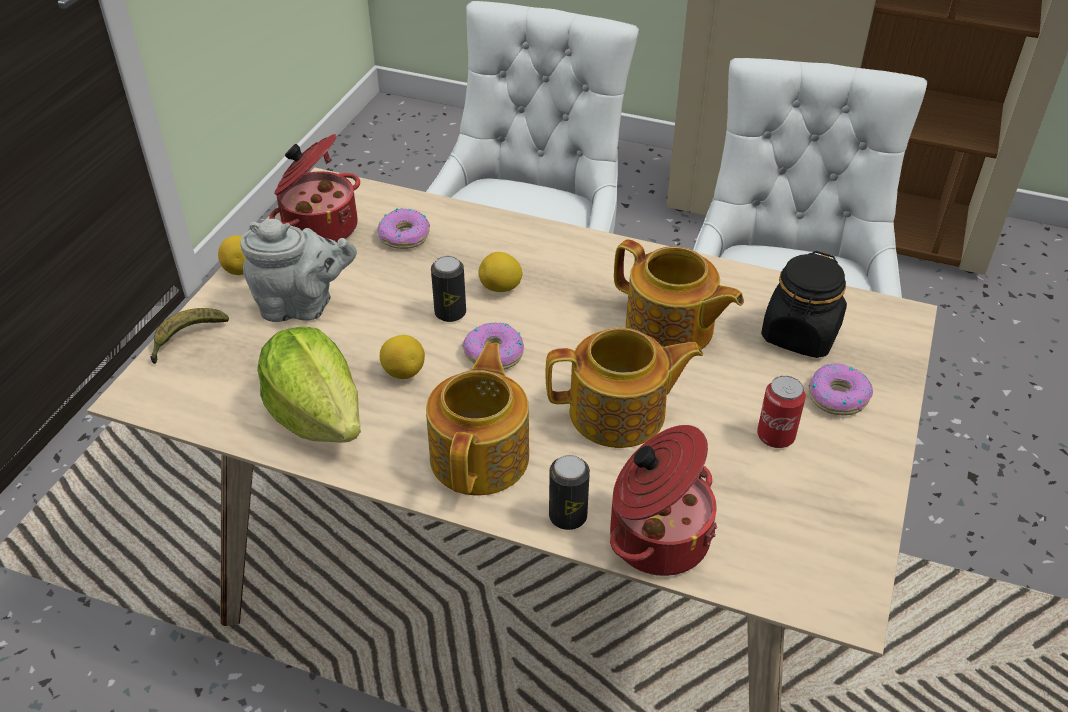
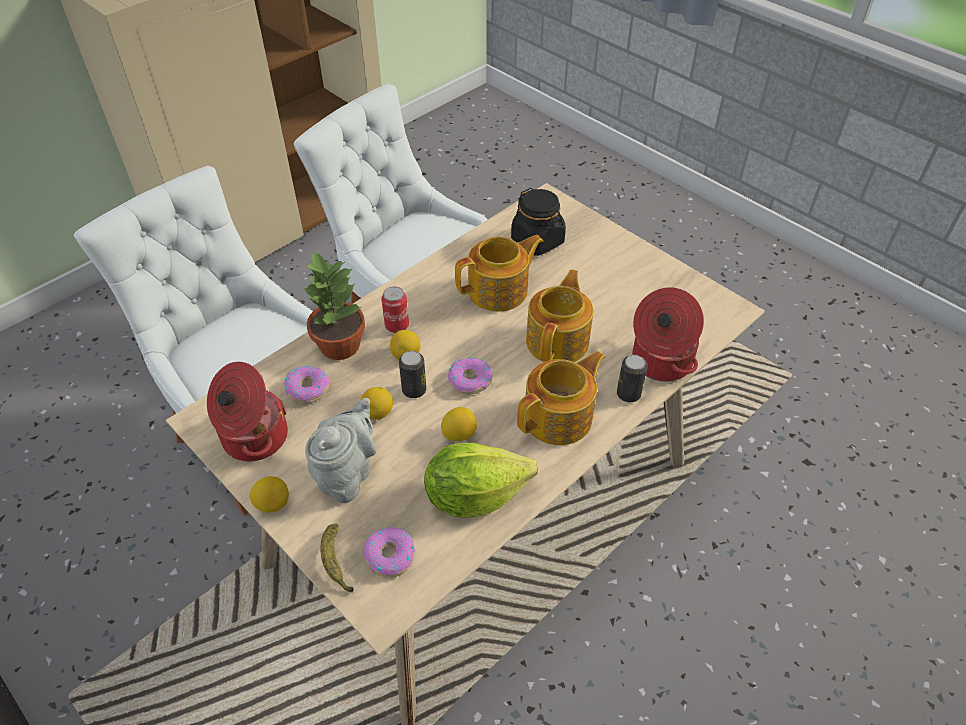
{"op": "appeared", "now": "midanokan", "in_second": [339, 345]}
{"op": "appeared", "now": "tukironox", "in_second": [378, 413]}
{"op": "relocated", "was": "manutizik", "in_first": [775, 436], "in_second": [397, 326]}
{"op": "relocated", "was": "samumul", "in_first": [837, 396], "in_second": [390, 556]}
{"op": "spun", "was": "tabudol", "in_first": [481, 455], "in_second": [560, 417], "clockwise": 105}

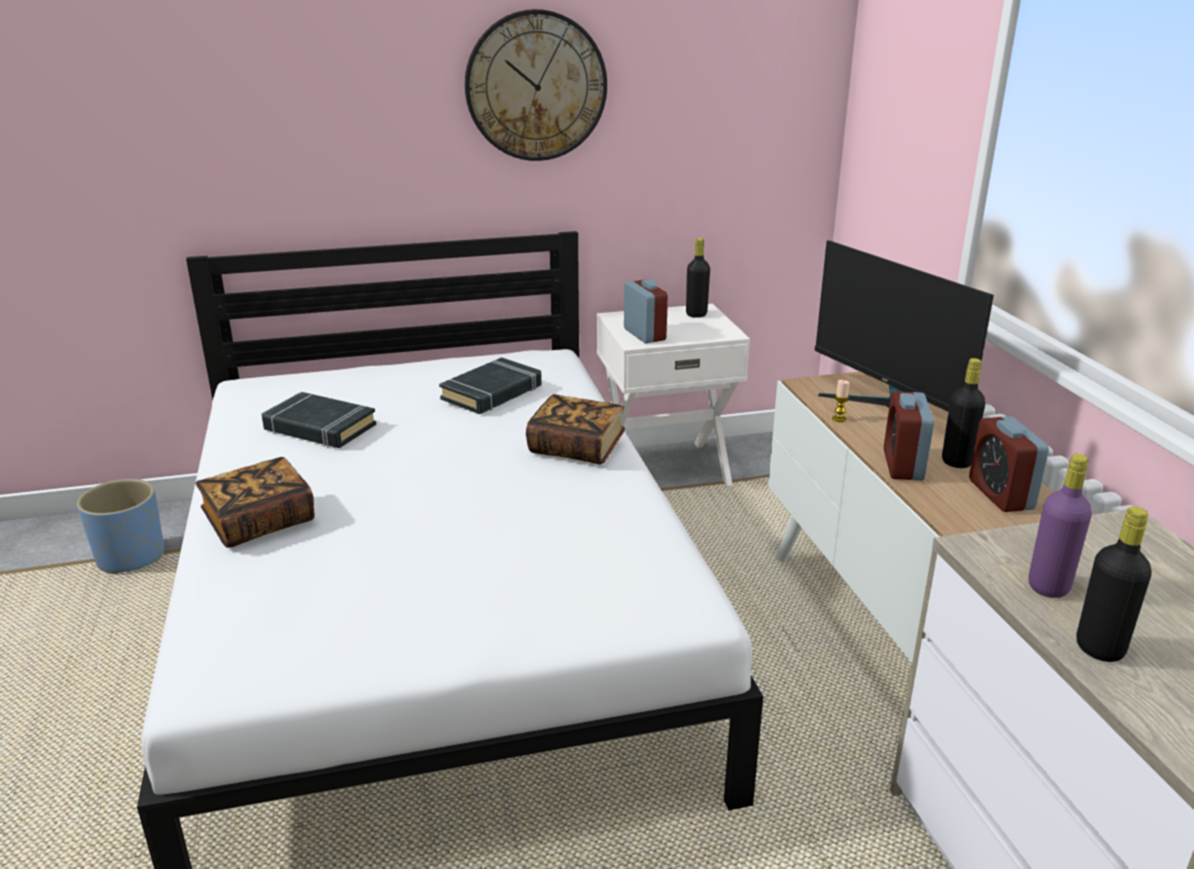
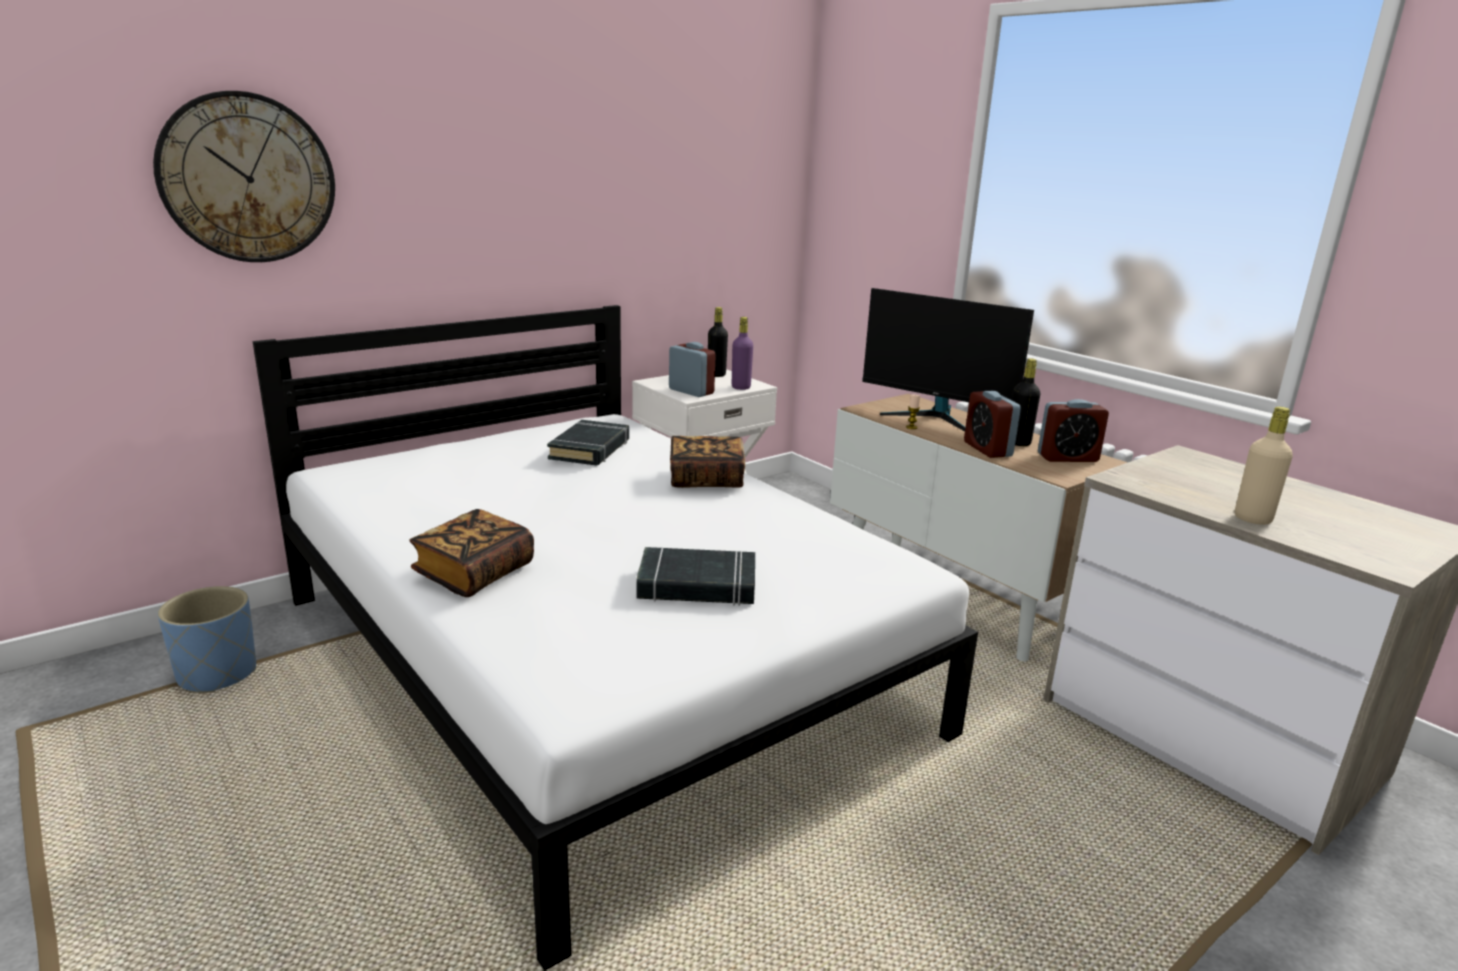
{"op": "relocated", "was": "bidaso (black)", "in_first": [319, 428], "in_second": [697, 585]}
{"op": "relocated", "was": "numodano", "in_first": [536, 86], "in_second": [248, 178]}
{"op": "relocated", "was": "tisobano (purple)", "in_first": [1048, 587], "in_second": [741, 387]}
{"op": "colour", "was": "tisobano (black)", "now": "tisobano (beige)", "in_first": [1099, 648], "in_second": [1252, 519]}
{"op": "spun", "was": "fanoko", "in_first": [1000, 495], "in_second": [1067, 458], "clockwise": -60}

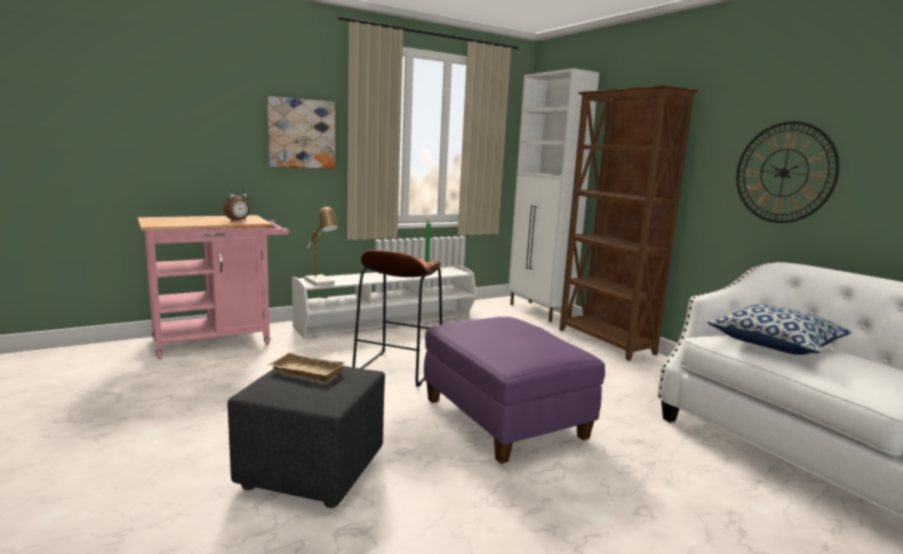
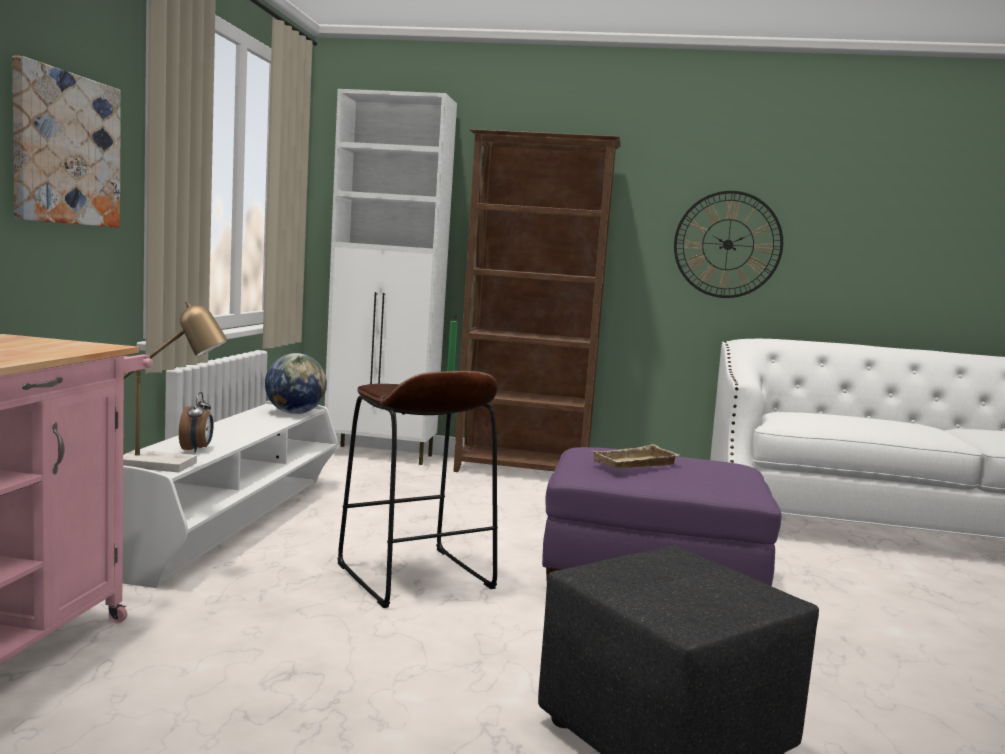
{"op": "missing", "was": "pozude", "in_first": [775, 345]}
{"op": "appeared", "now": "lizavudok", "in_second": [295, 413]}
{"op": "relocated", "was": "fanoko", "in_first": [238, 220], "in_second": [197, 450]}
{"op": "relocated", "was": "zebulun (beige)", "in_first": [305, 372], "in_second": [635, 464]}

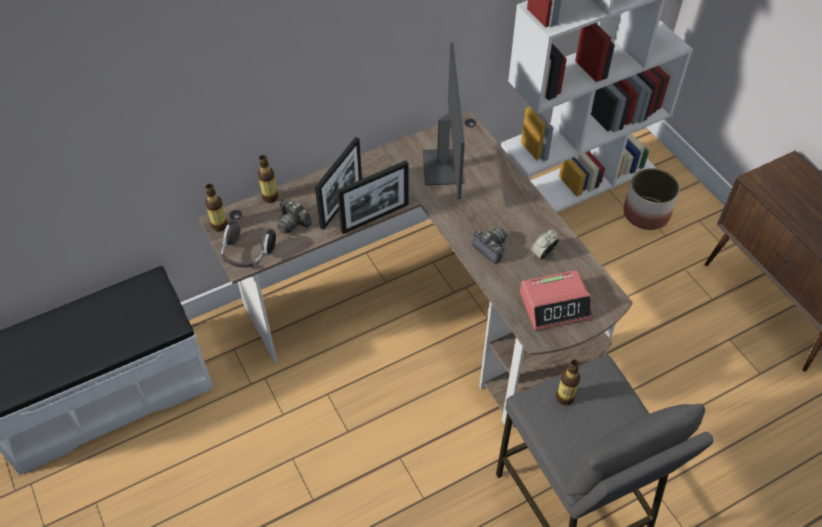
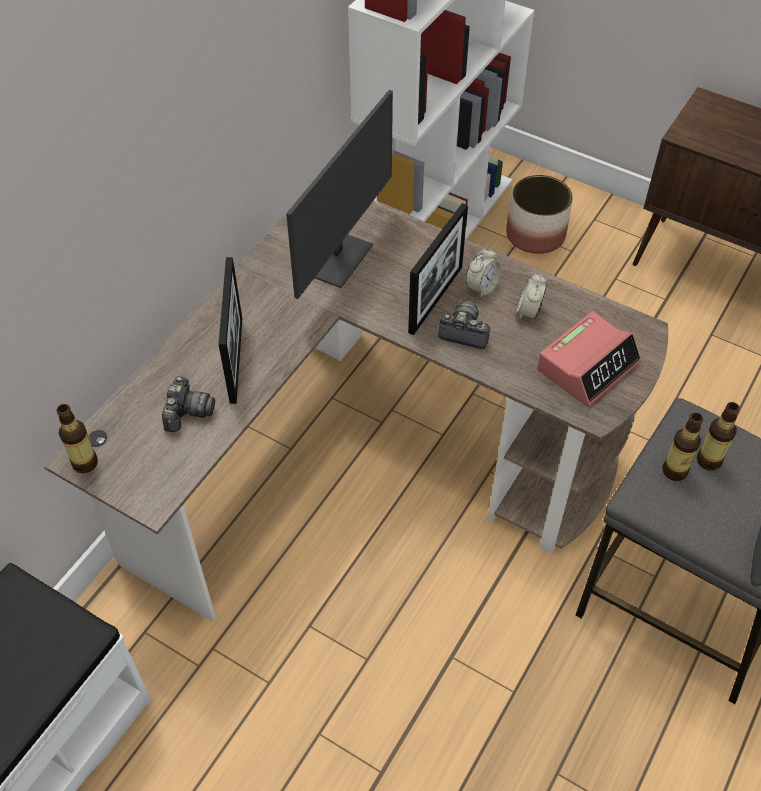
{"op": "missing", "was": "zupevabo", "in_first": [247, 254]}
{"op": "appeared", "now": "fanoko", "in_second": [482, 287]}
{"op": "relocated", "was": "tisobano", "in_first": [270, 197], "in_second": [708, 460]}
{"op": "relocated", "was": "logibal", "in_first": [375, 217], "in_second": [435, 299]}
{"op": "spun", "was": "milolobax", "in_first": [293, 222], "in_second": [187, 412], "clockwise": -90}
{"op": "spun", "was": "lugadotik", "in_first": [444, 166], "in_second": [336, 258], "clockwise": 60}

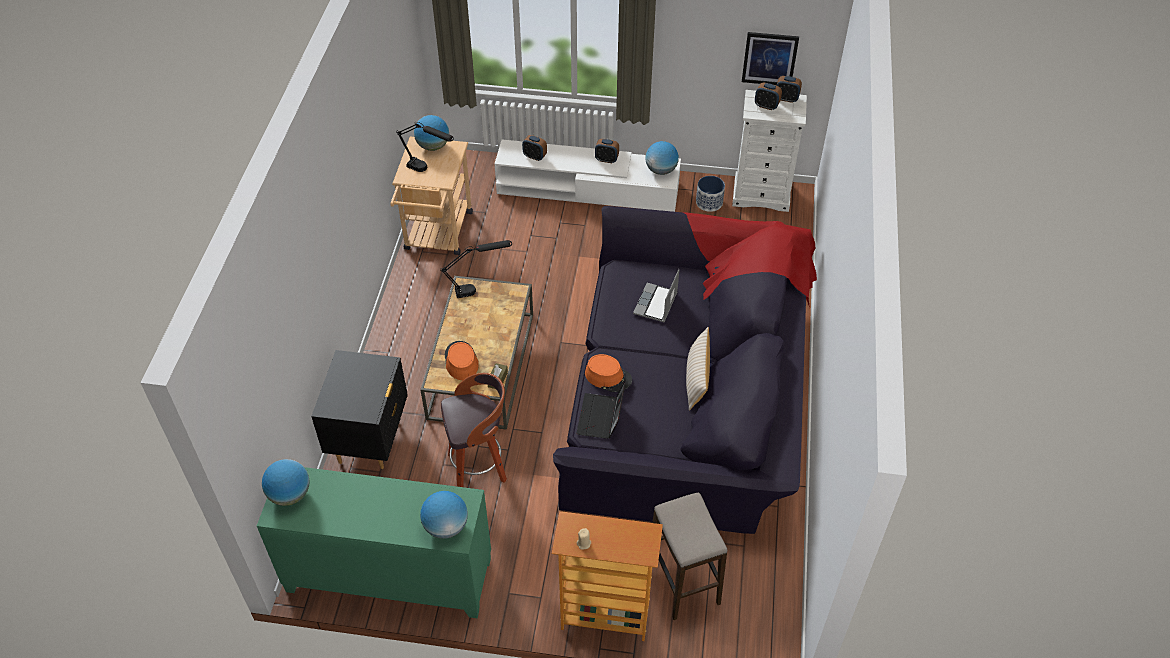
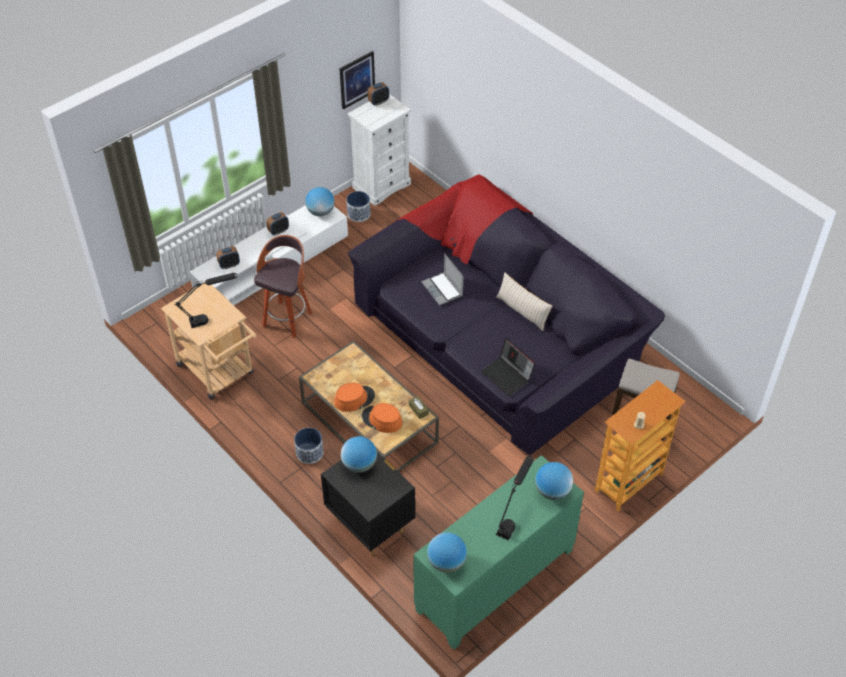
{"op": "missing", "was": "fanoko", "in_first": [766, 106]}
{"op": "appeared", "now": "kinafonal", "in_second": [309, 453]}
{"op": "relocated", "was": "lizavudok", "in_first": [433, 146], "in_second": [359, 464]}
{"op": "relocated", "was": "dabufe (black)", "in_first": [479, 289], "in_second": [512, 518]}
{"op": "relocated", "was": "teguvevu", "in_first": [479, 467], "in_second": [288, 318]}
{"op": "relocated", "was": "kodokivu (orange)", "in_first": [608, 377], "in_second": [354, 399]}

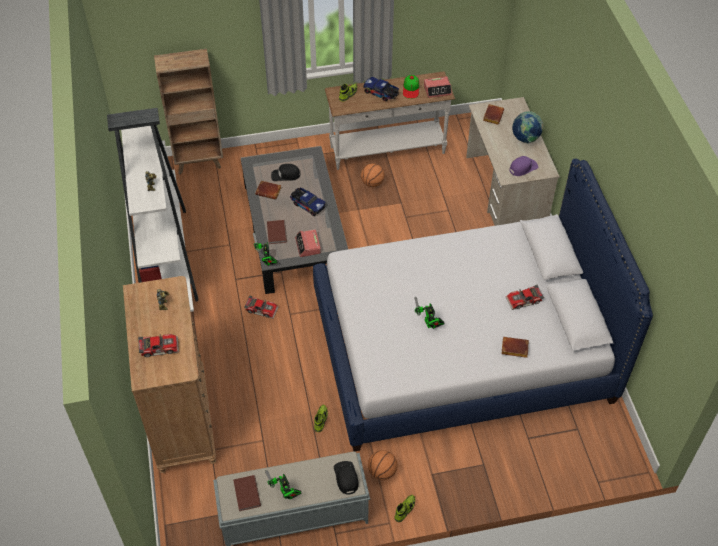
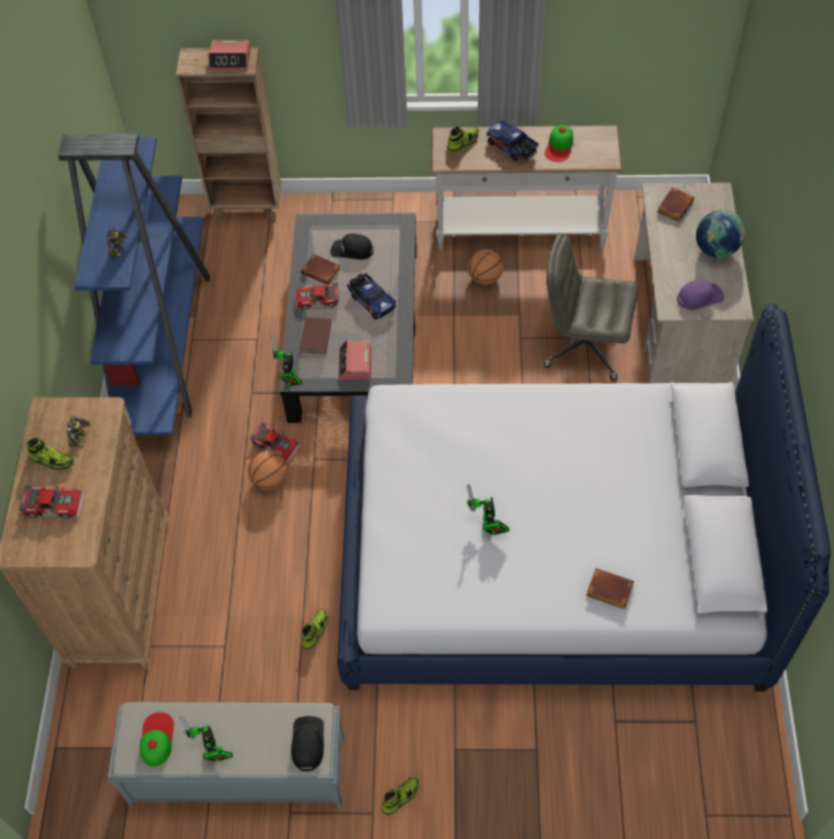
{"op": "appeared", "now": "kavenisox", "in_second": [52, 460]}
{"op": "appeared", "now": "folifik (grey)", "in_second": [584, 346]}
{"op": "relocated", "was": "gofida", "in_first": [382, 472], "in_second": [270, 480]}
{"op": "relocated", "was": "fanoko", "in_first": [437, 90], "in_second": [230, 60]}
{"op": "relocated", "was": "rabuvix", "in_first": [524, 301], "in_second": [317, 301]}
{"op": "exchanged", "was": "bidaso (brown)", "now": "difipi", "in_first": [246, 494], "in_second": [156, 739]}
{"op": "colour", "was": "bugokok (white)", "now": "bugokok (blue)", "in_first": [164, 256], "in_second": [162, 341]}

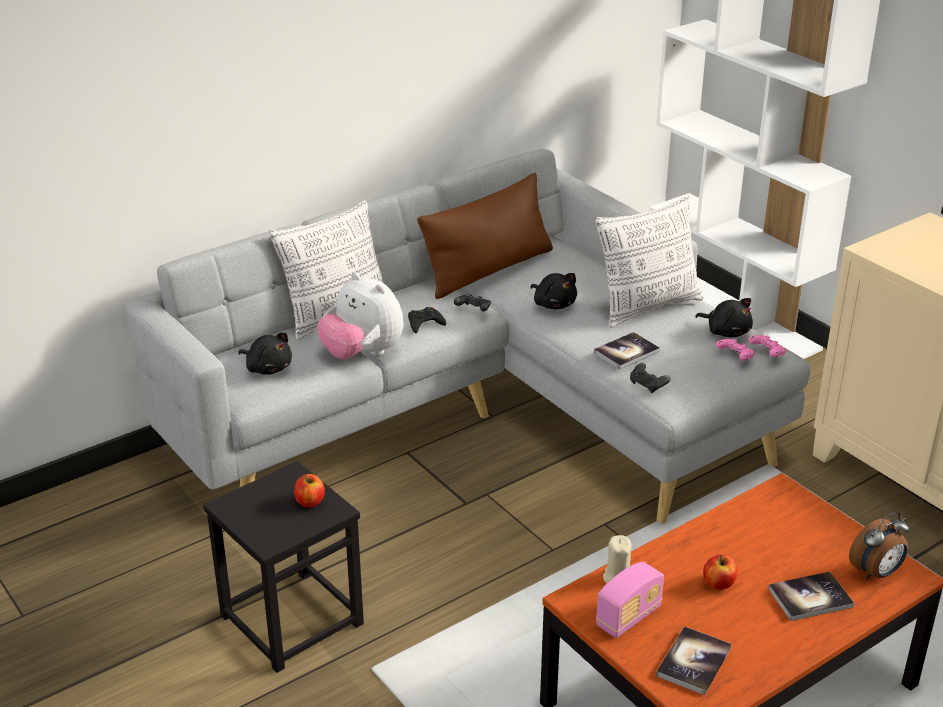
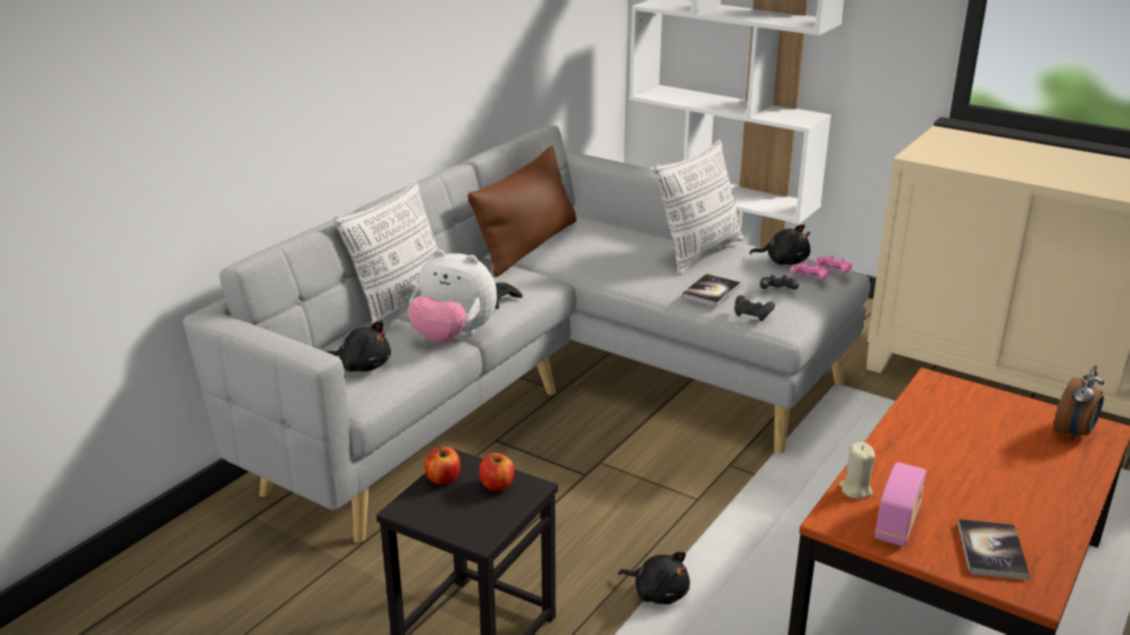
{"op": "missing", "was": "bidaso", "in_first": [810, 598]}
{"op": "relocated", "was": "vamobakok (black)", "in_first": [473, 310], "in_second": [777, 291]}
{"op": "relocated", "was": "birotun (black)", "in_first": [553, 304], "in_second": [658, 592]}
{"op": "relocated", "was": "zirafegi", "in_first": [718, 583], "in_second": [443, 479]}

